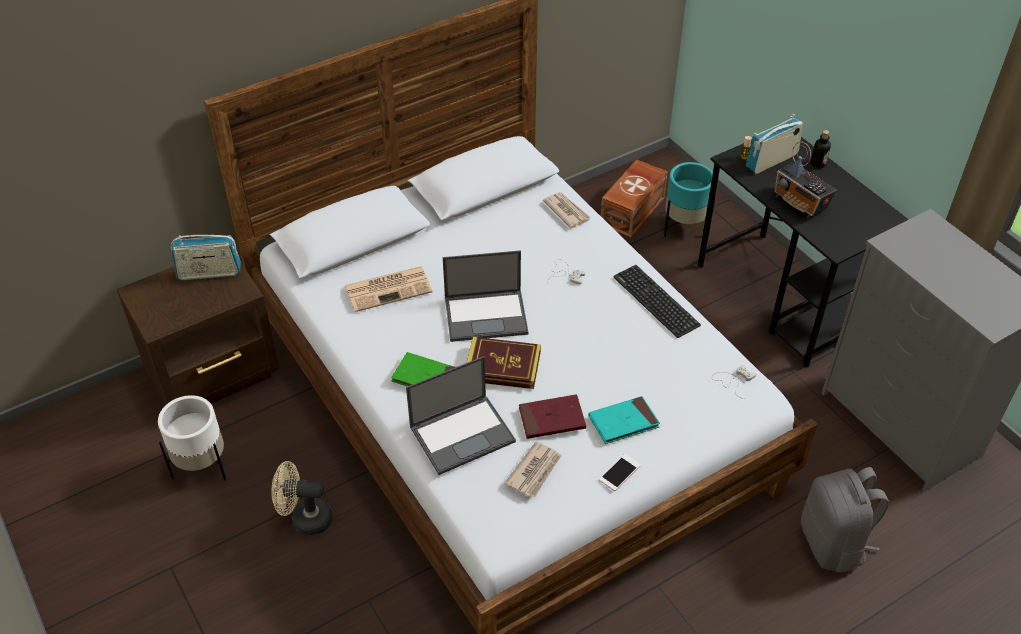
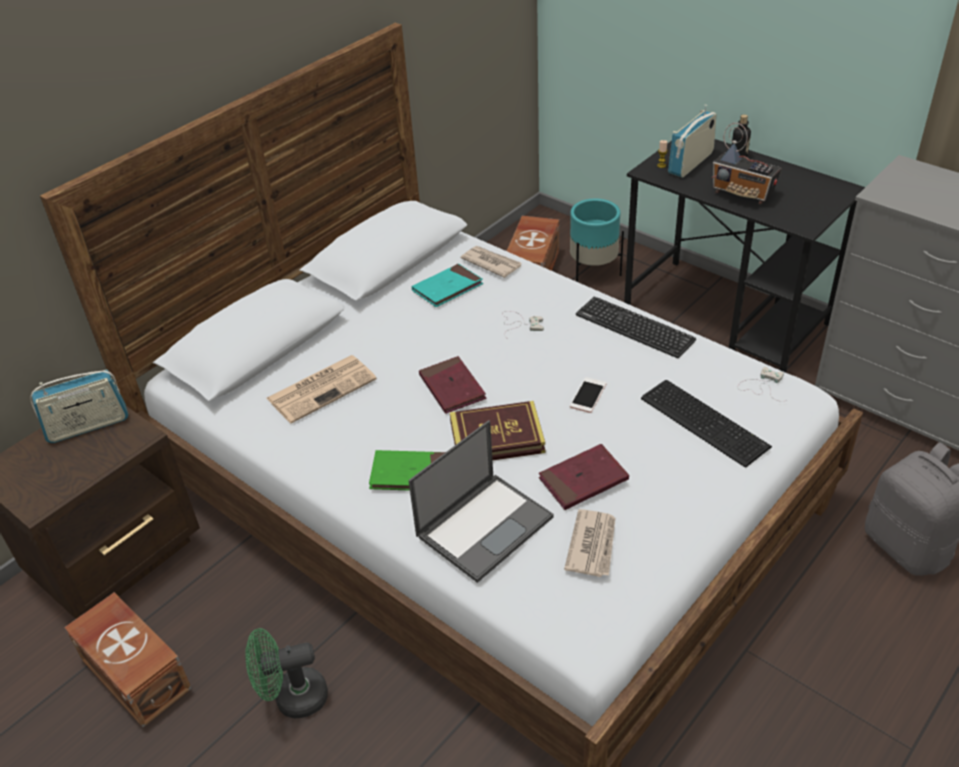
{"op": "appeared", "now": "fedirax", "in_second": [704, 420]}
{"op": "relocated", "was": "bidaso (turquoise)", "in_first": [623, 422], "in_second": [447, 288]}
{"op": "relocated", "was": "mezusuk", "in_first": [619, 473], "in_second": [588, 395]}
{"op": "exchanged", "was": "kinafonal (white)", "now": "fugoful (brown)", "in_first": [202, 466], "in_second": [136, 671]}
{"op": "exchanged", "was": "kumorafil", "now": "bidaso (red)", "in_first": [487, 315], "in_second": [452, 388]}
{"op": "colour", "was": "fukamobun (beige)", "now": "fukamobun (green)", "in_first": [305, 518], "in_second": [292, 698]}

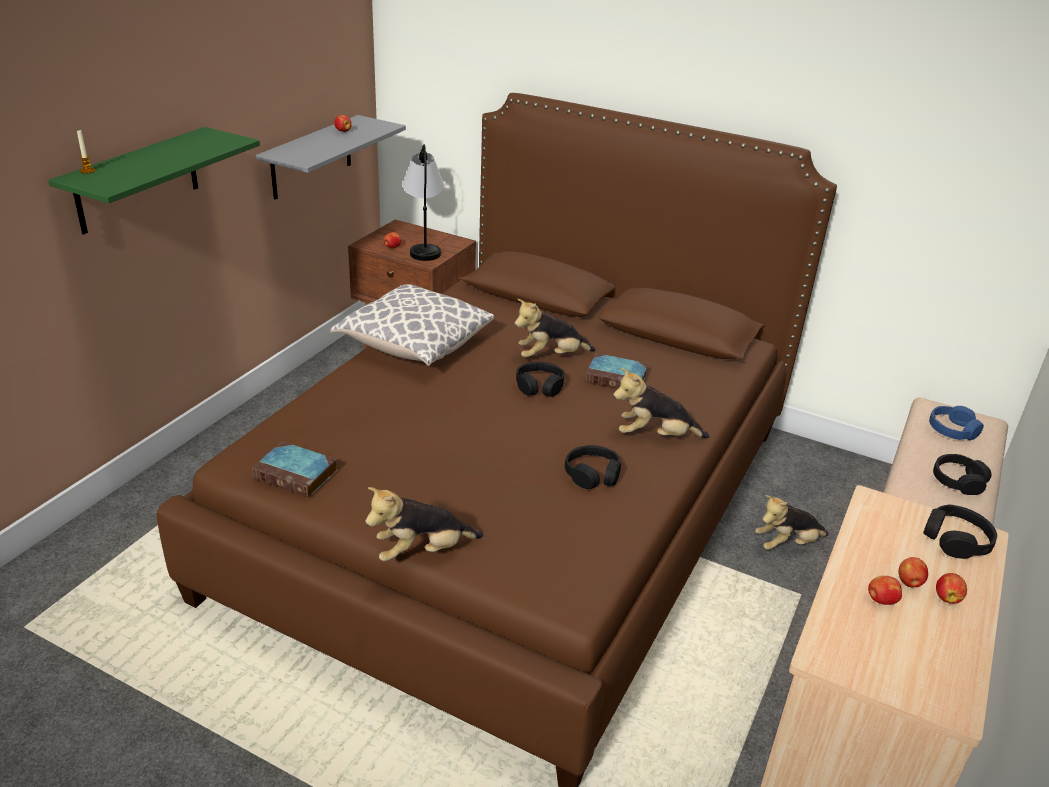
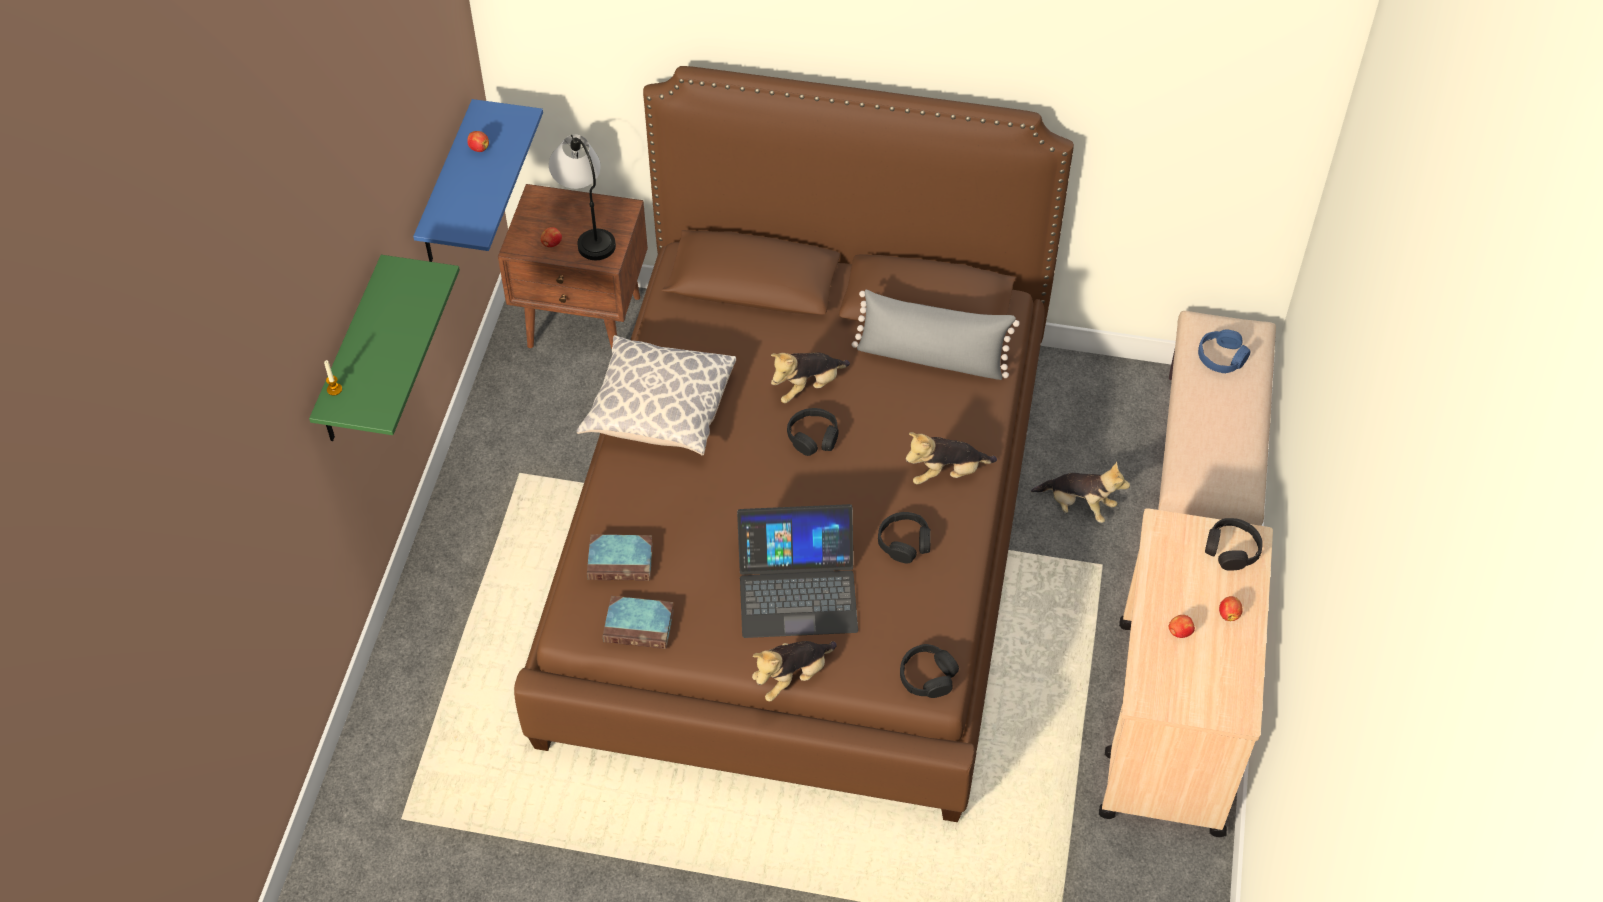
{"op": "missing", "was": "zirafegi", "in_first": [909, 582]}
{"op": "appeared", "now": "kumorafil", "in_second": [797, 589]}
{"op": "appeared", "now": "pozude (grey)", "in_second": [931, 358]}
{"op": "relocated", "was": "bidaso", "in_first": [618, 378], "in_second": [622, 561]}
{"op": "relocated", "was": "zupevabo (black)", "in_first": [958, 481], "in_second": [927, 676]}
{"op": "colour", "was": "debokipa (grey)", "now": "debokipa (blue)", "in_first": [311, 157], "in_second": [447, 187]}
{"op": "spun", "was": "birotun", "in_first": [787, 544], "in_second": [1078, 506], "clockwise": -120}

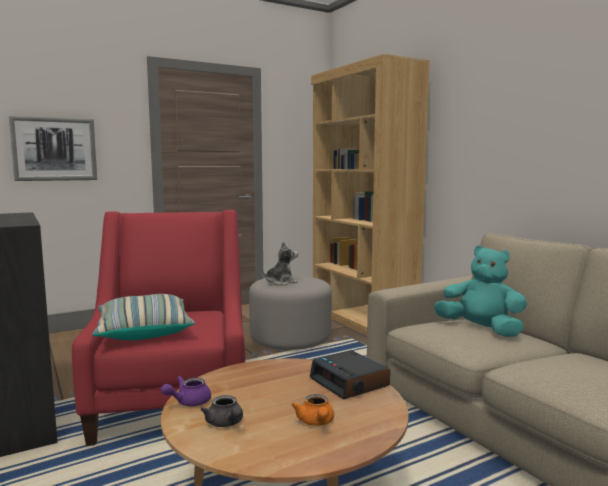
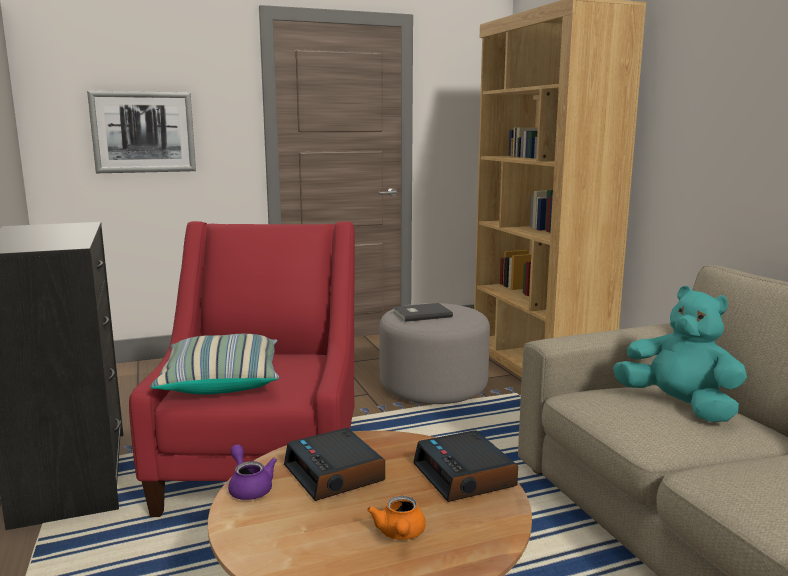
{"op": "missing", "was": "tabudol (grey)", "in_first": [226, 424]}
{"op": "appeared", "now": "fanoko", "in_second": [335, 474]}
{"op": "exchanged", "was": "birotun", "now": "bidaso (grey)", "in_first": [280, 282], "in_second": [421, 314]}
{"op": "spun", "was": "tabudol (purple)", "in_first": [188, 402], "in_second": [249, 487], "clockwise": 90}

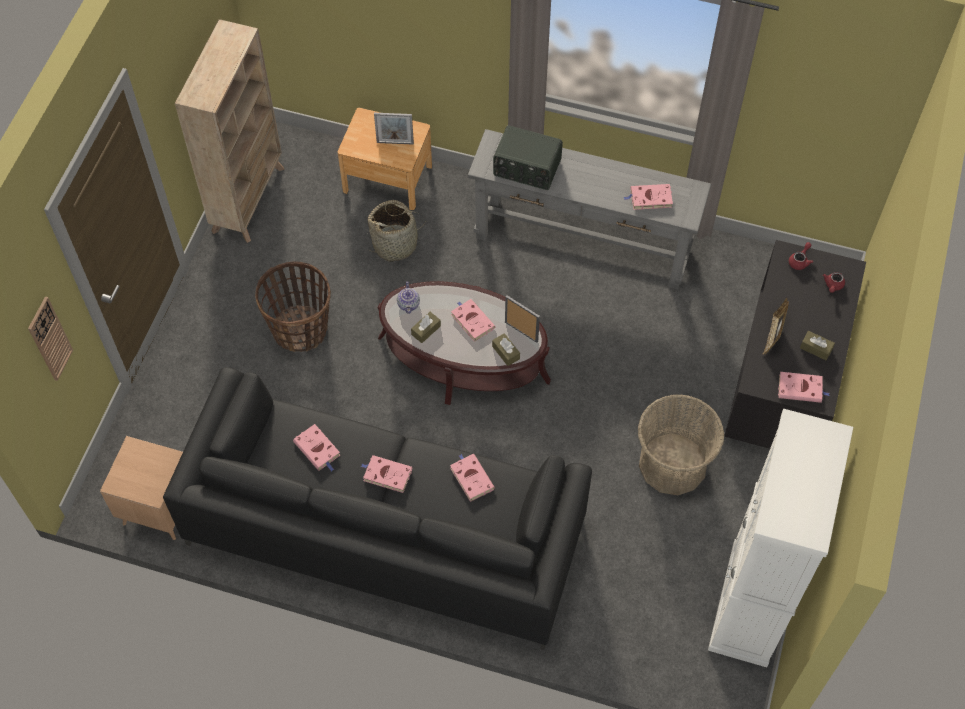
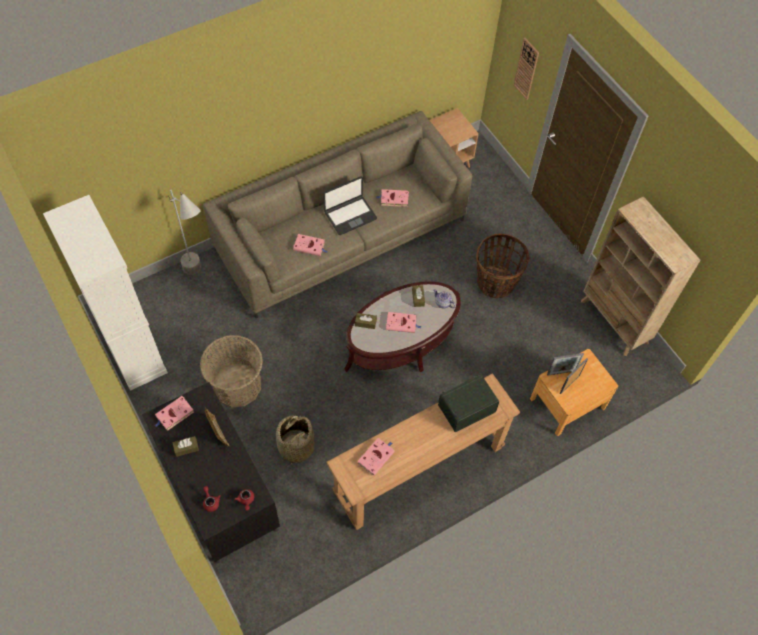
{"op": "appeared", "now": "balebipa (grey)", "in_second": [200, 277]}
{"op": "relocated", "was": "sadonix", "in_first": [395, 244], "in_second": [295, 447]}
{"op": "relocated", "was": "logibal", "in_first": [521, 331], "in_second": [561, 372]}
{"op": "exchanged", "was": "bidaso (pink)", "now": "kumorafil", "in_first": [386, 475], "in_second": [350, 215]}
{"op": "colour", "was": "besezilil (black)", "now": "besezilil (beige)", "in_first": [385, 531], "in_second": [341, 235]}
{"op": "colour", "was": "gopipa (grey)", "now": "gopipa (brown)", "in_first": [582, 242], "in_second": [419, 470]}

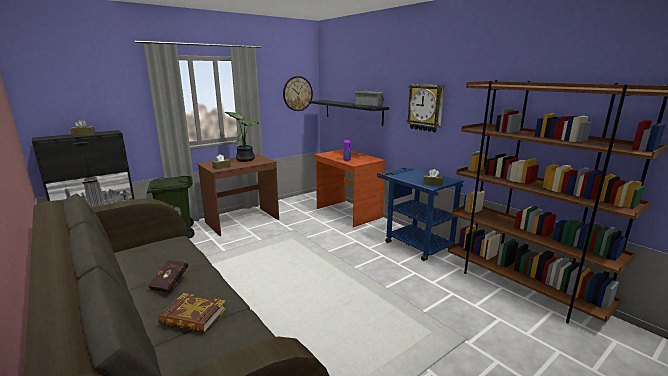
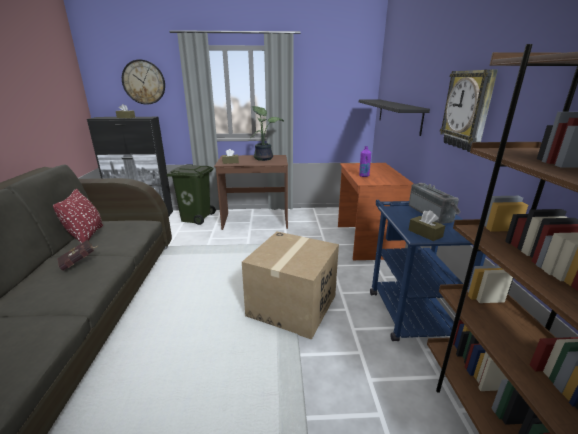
{"op": "missing", "was": "bidaso", "in_first": [193, 317]}
{"op": "appeared", "now": "pozude (red)", "in_second": [86, 236]}
{"op": "appeared", "now": "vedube", "in_second": [292, 306]}
{"op": "relocated", "was": "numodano", "in_first": [297, 93], "in_second": [144, 82]}
{"op": "relocated", "was": "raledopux", "in_first": [369, 106], "in_second": [432, 213]}

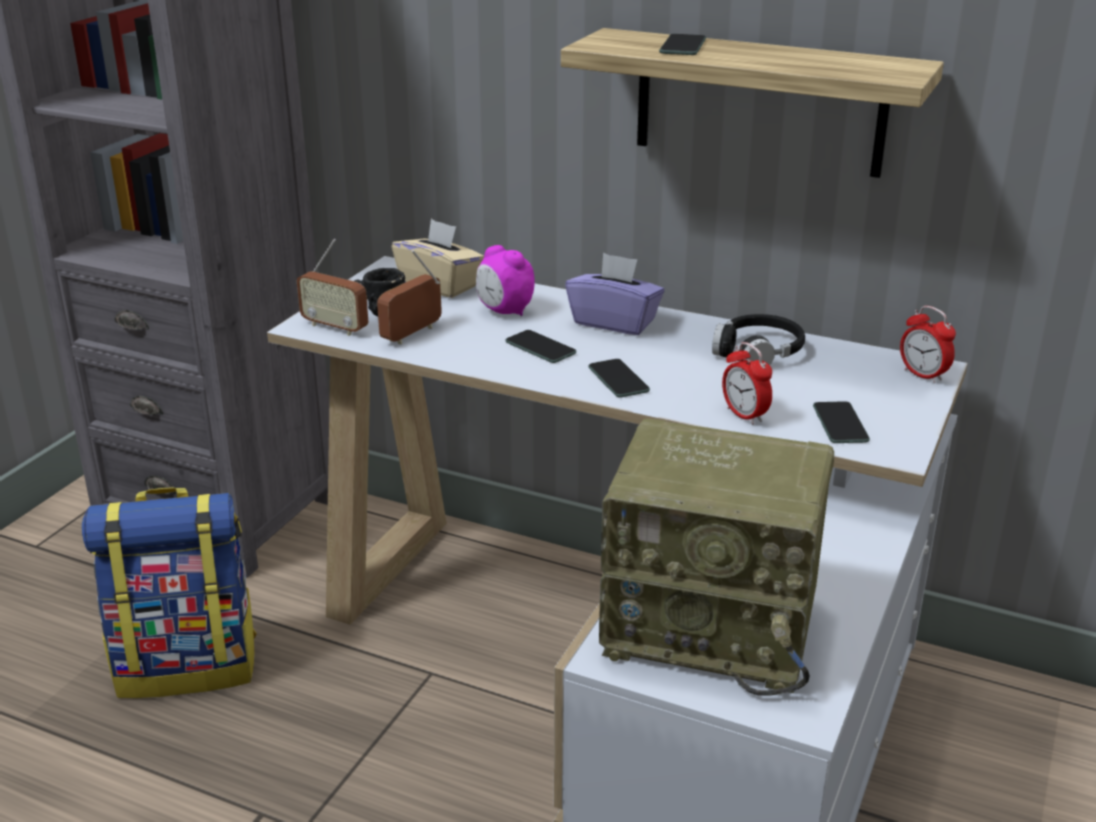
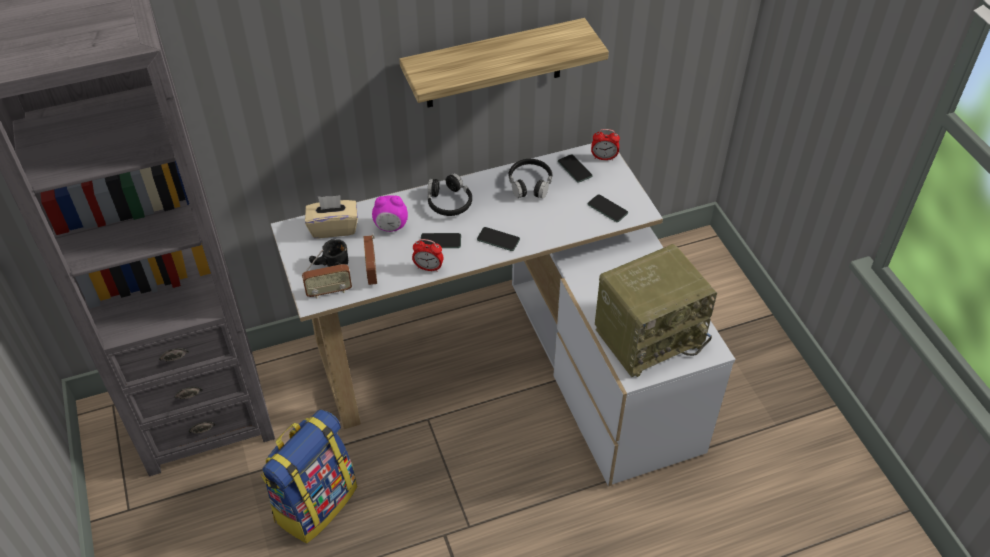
{"op": "relocated", "was": "mezusuk", "in_first": [683, 46], "in_second": [574, 169]}
{"op": "relocated", "was": "fanoko", "in_first": [744, 415], "in_second": [428, 268]}
{"op": "exchanged", "was": "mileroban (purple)", "now": "zupevabo (black)", "in_first": [614, 322], "in_second": [449, 202]}

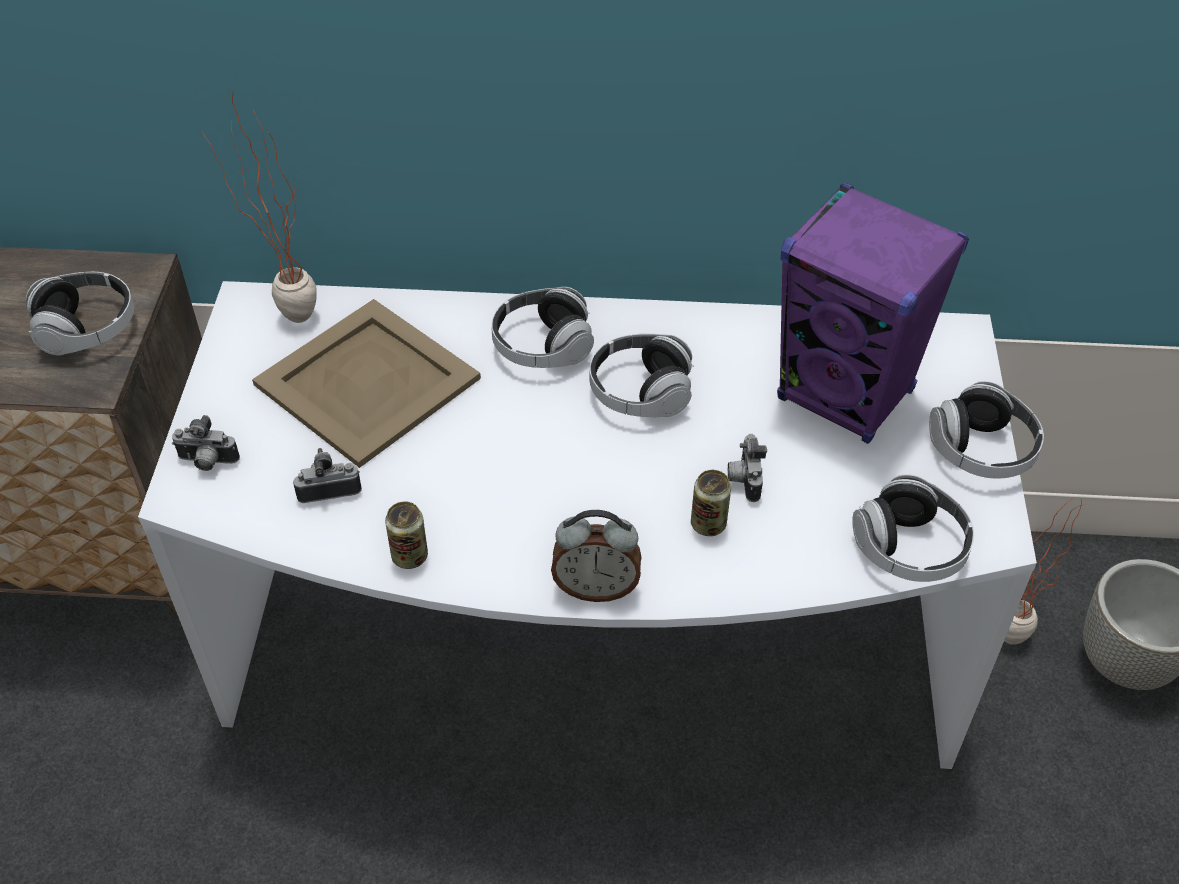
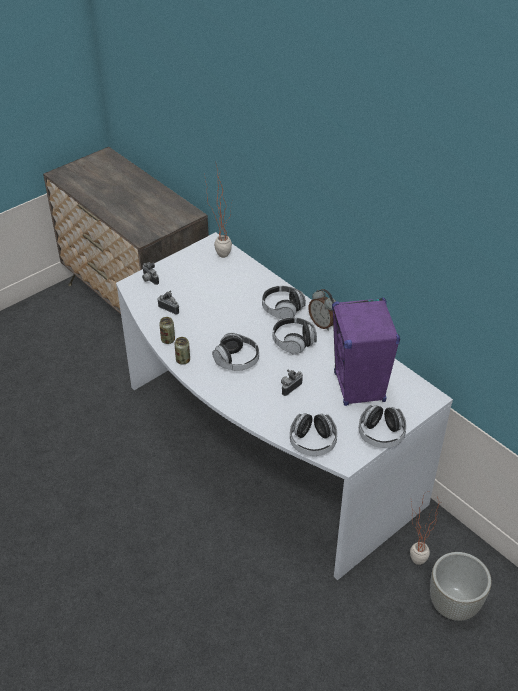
{"op": "missing", "was": "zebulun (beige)", "in_first": [367, 383]}
{"op": "relocated", "was": "zupevabo", "in_first": [87, 329], "in_second": [237, 360]}
{"op": "relocated", "was": "fanoko", "in_first": [596, 587], "in_second": [322, 324]}
{"op": "relocated", "was": "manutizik", "in_first": [708, 524], "in_second": [183, 360]}

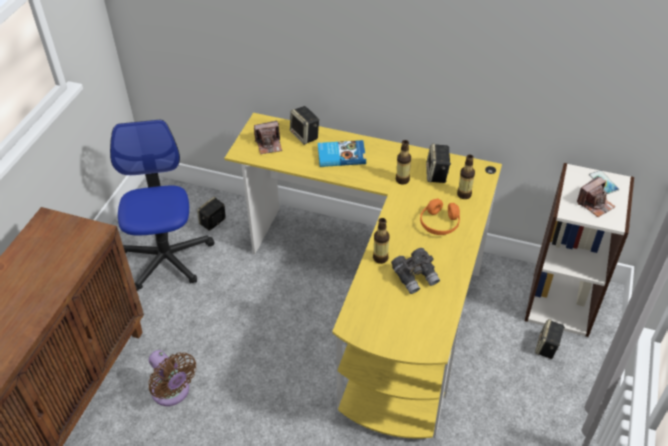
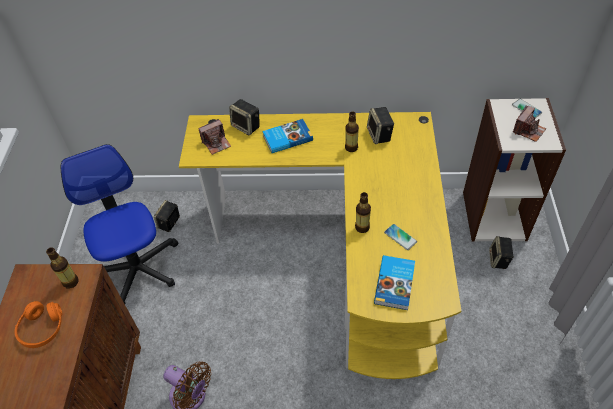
{"op": "appeared", "now": "bidaso", "in_second": [395, 284]}
{"op": "relocated", "was": "zupevabo (orange)", "in_first": [439, 223], "in_second": [42, 328]}
{"op": "relocated", "was": "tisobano", "in_first": [464, 194], "in_second": [70, 282]}
{"op": "exchanged", "was": "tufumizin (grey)", "now": "mezusuk", "in_first": [415, 277], "in_second": [400, 237]}

